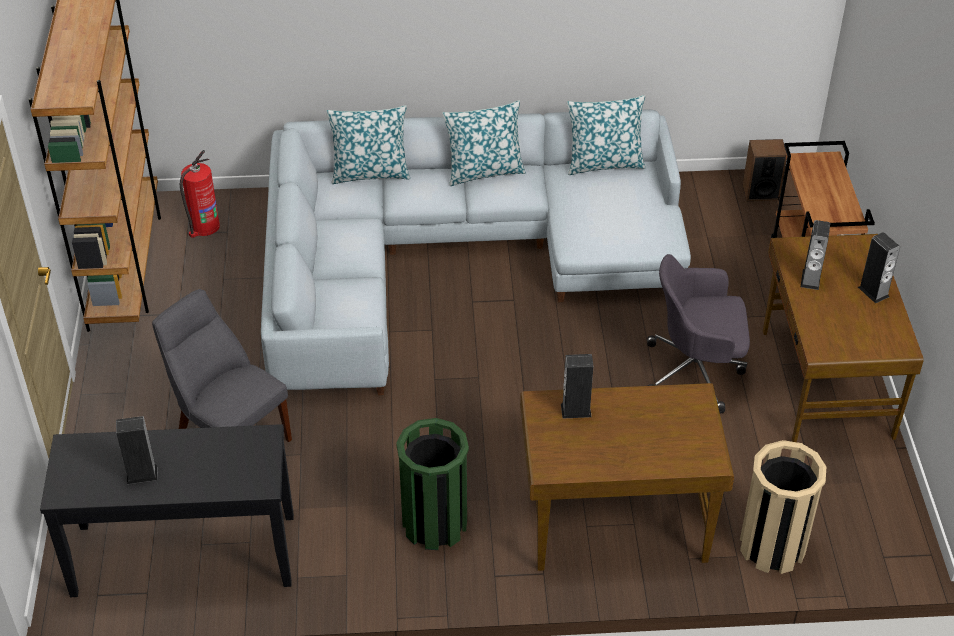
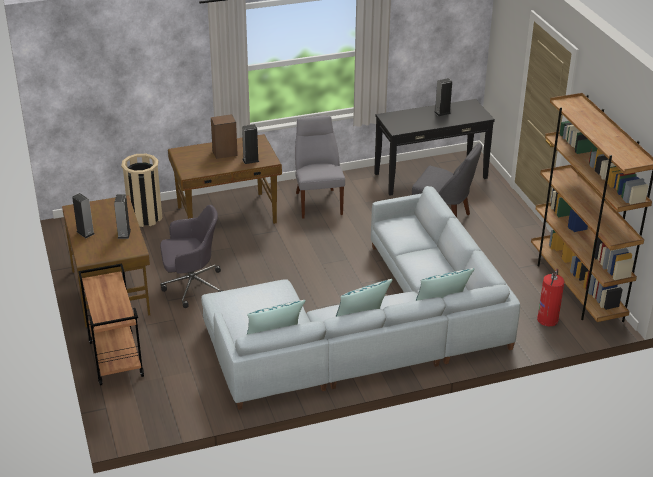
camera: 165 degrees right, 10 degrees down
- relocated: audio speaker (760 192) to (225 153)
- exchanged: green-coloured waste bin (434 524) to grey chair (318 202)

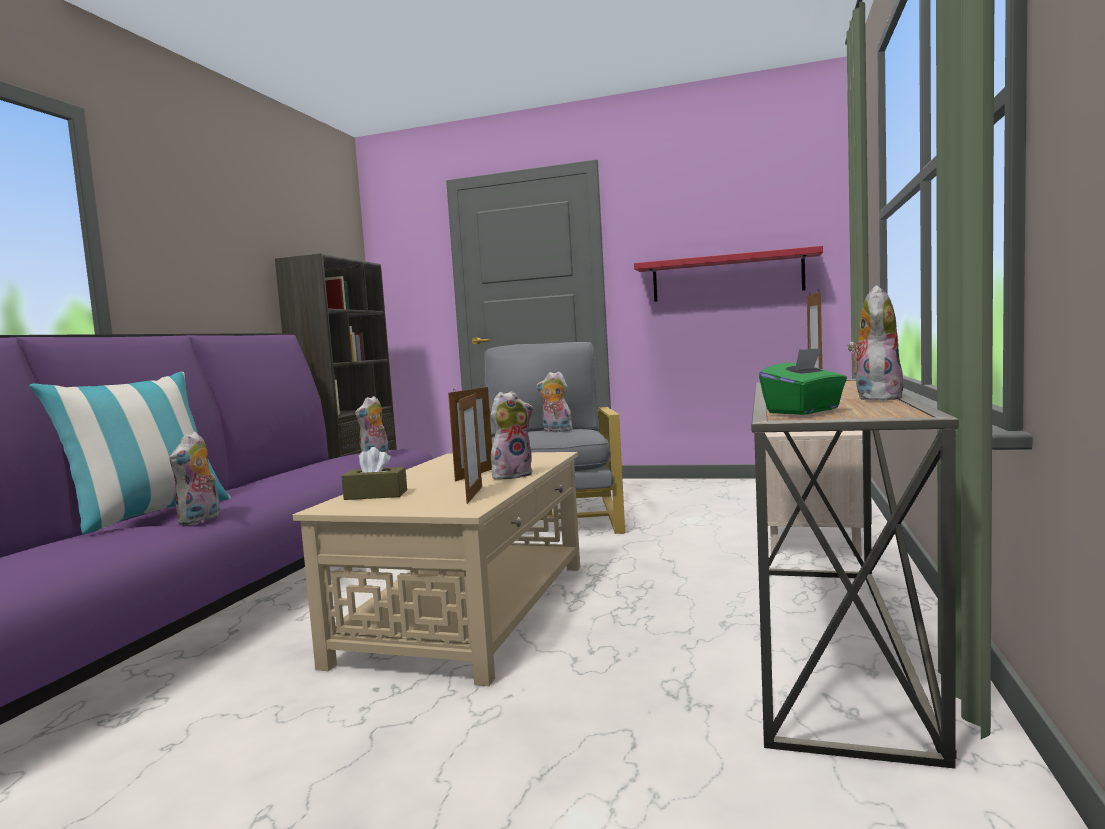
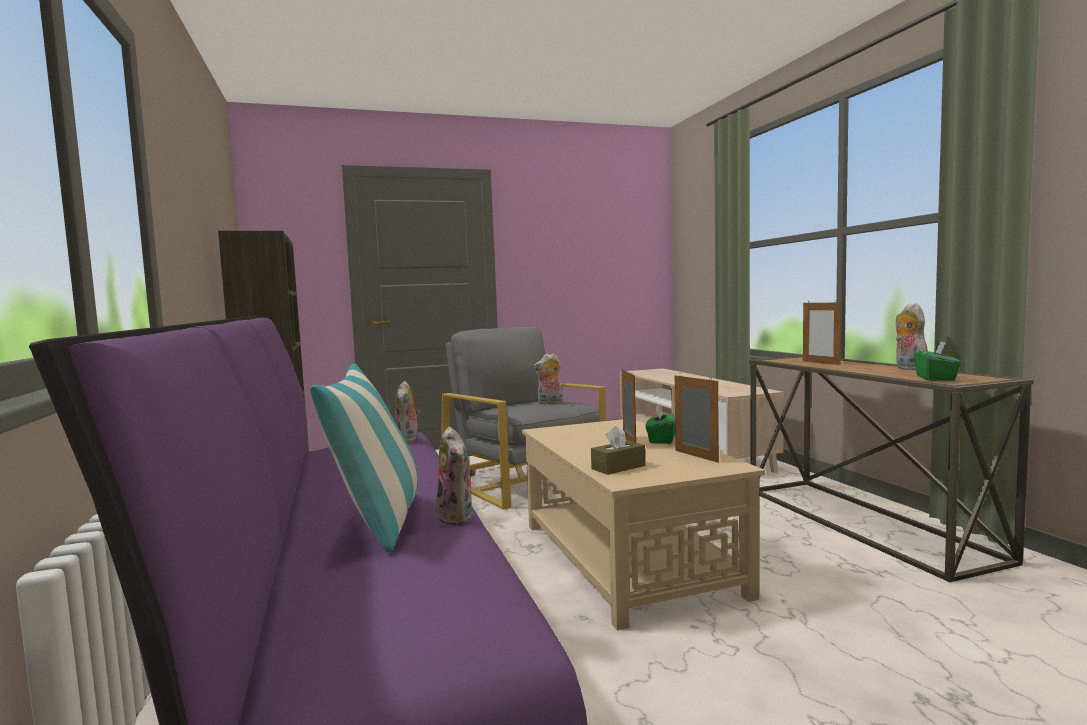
camera: 35 degrees left, 0 degrees up
- missing: reddish shelf (726 277)
- exchanged: soft toy (512 475) to green-coloured box of tissues (661 439)

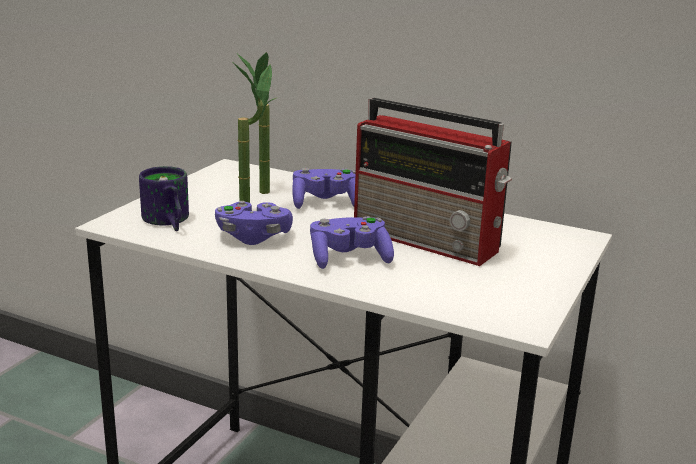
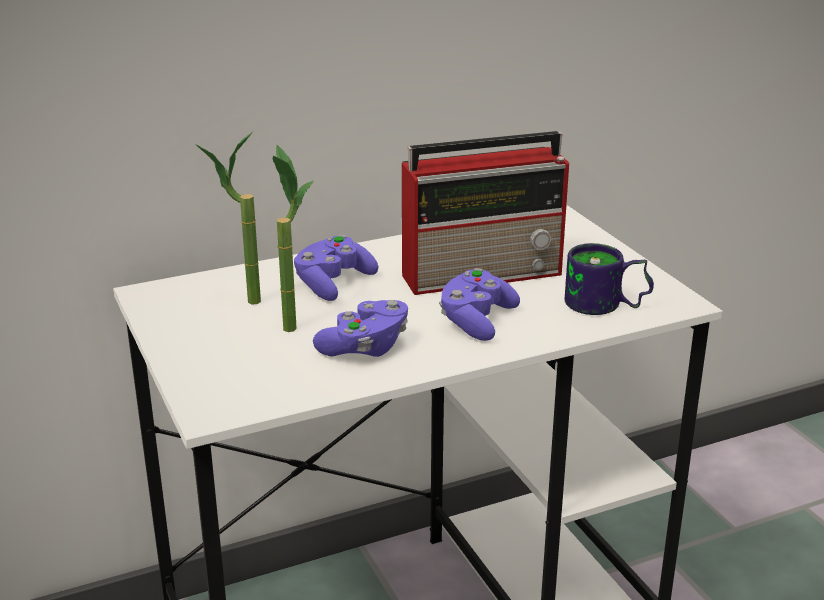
camera: 50 degrees left, 5 degrees up
- relocated: tea mug (166 222) to (606 306)

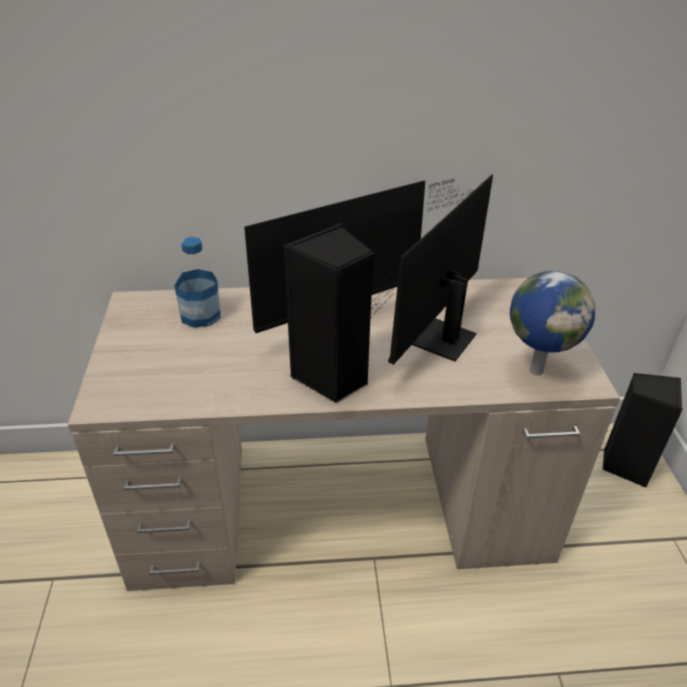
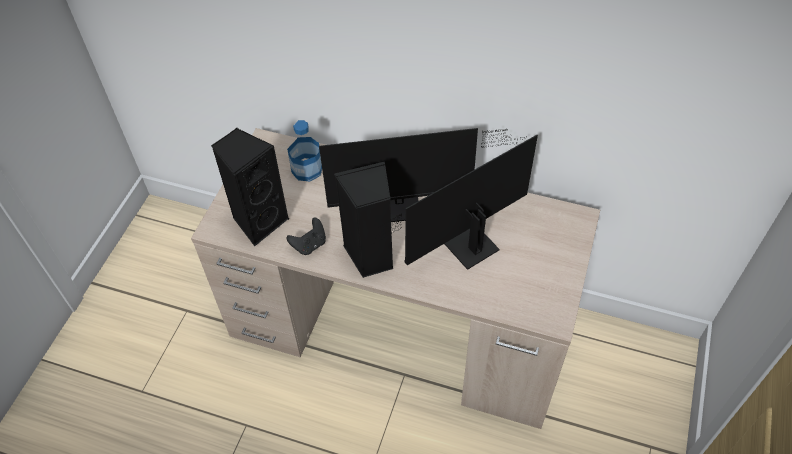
camera: 25 degrees right, 15 degrees up
- missing: world globe (535 370)
- appeared: black-coloured game controller (309 245)
- relocated: black-coloured audio speaker (625 465) to (259 221)

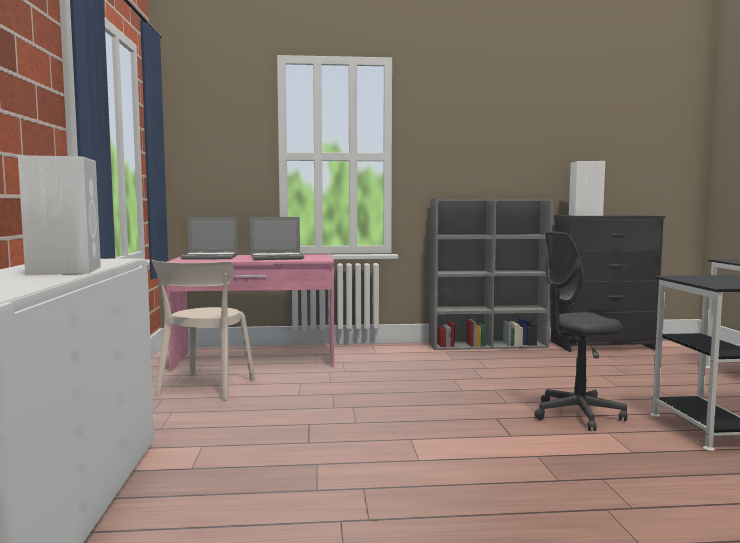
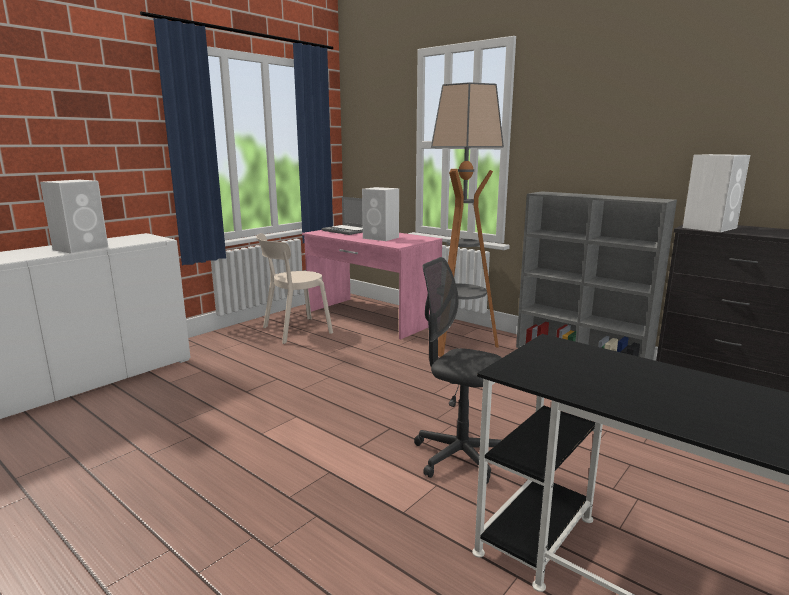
camera: 45 degrees right, 10 degrees up
- appeared: floor lamp (459 344)
- exchanged: laptop (277 258) to white audio speaker (381 238)

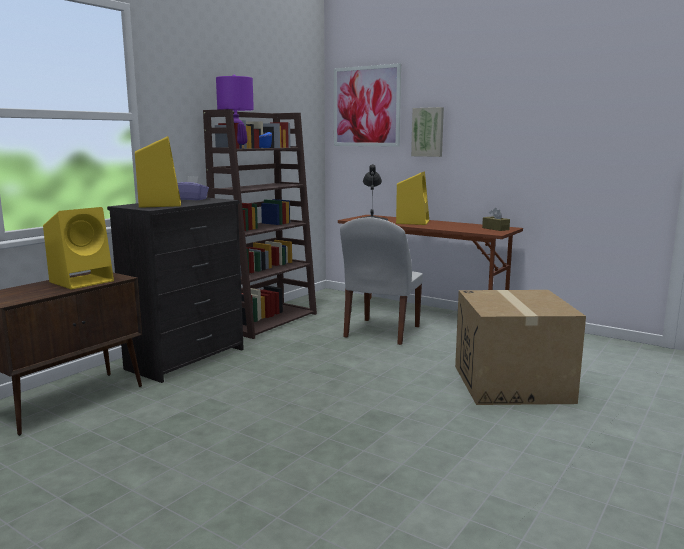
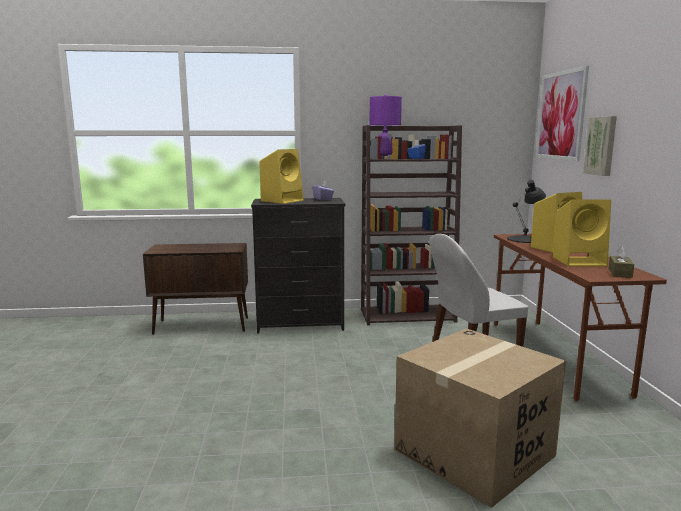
camera: 50 degrees right, 0 degrees up
- relocated: yellow audio speaker (83 281) to (580 261)

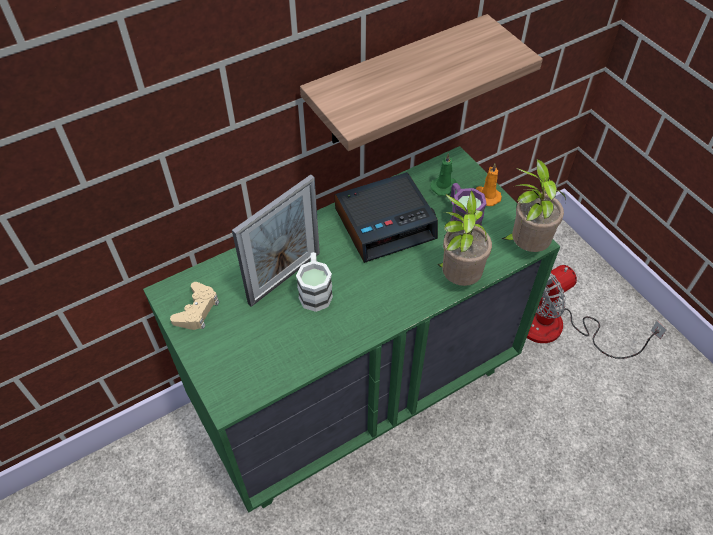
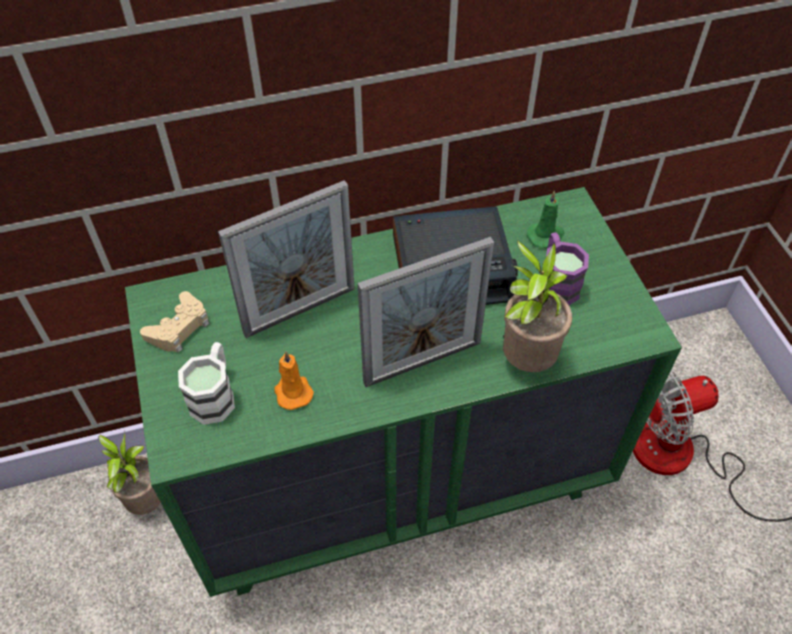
camera: 15 degrees right, 0 degrees up
- missing: shelf (396 83)
- appeared: photo frame (422 362)
- relocated: white tea mug (315 291) to (215 394)
- relocated: orange candle (486 196) to (292 391)
- relocated: potted plant (525 246) to (145 501)

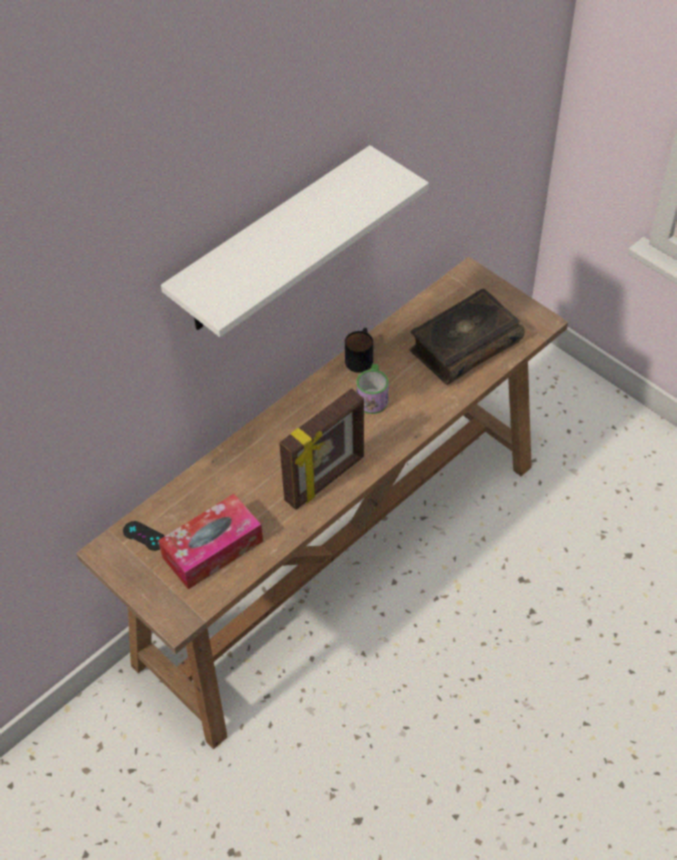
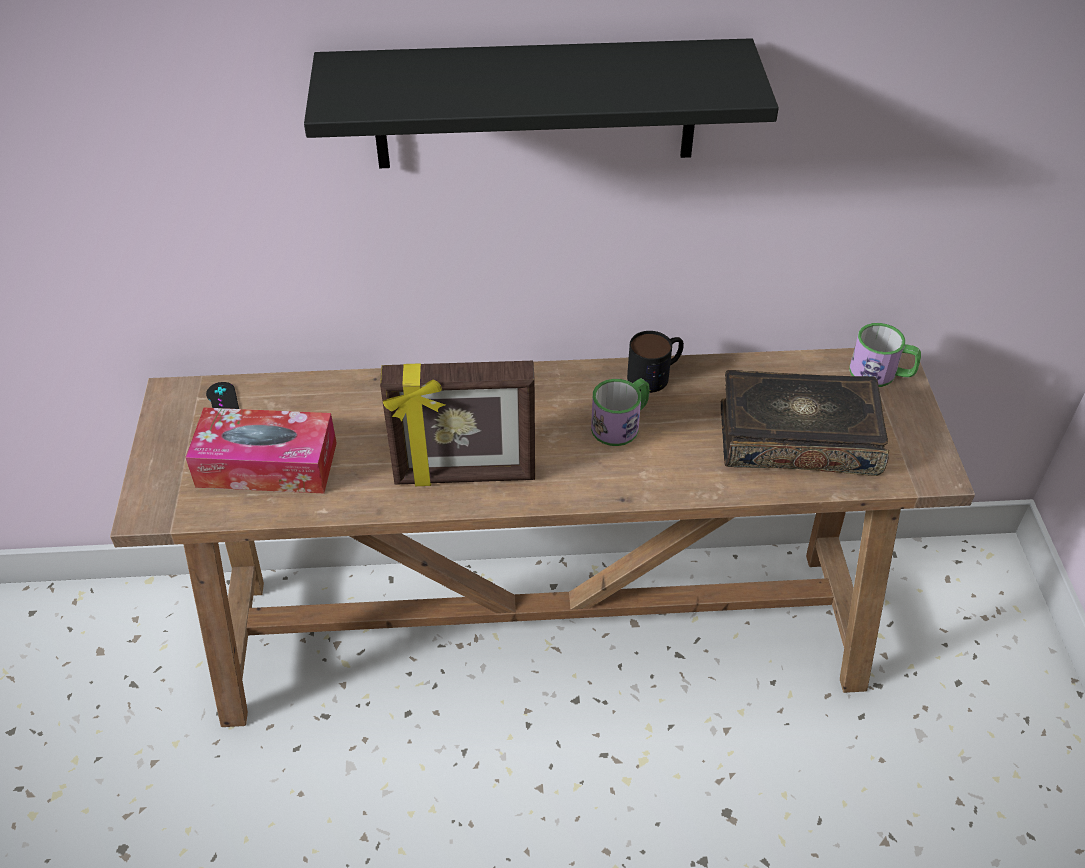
camera: 40 degrees right, 5 degrees down
- appeared: tea mug (881 373)
- colour: white shelf (272 243) to black-coloured shelf (535 104)

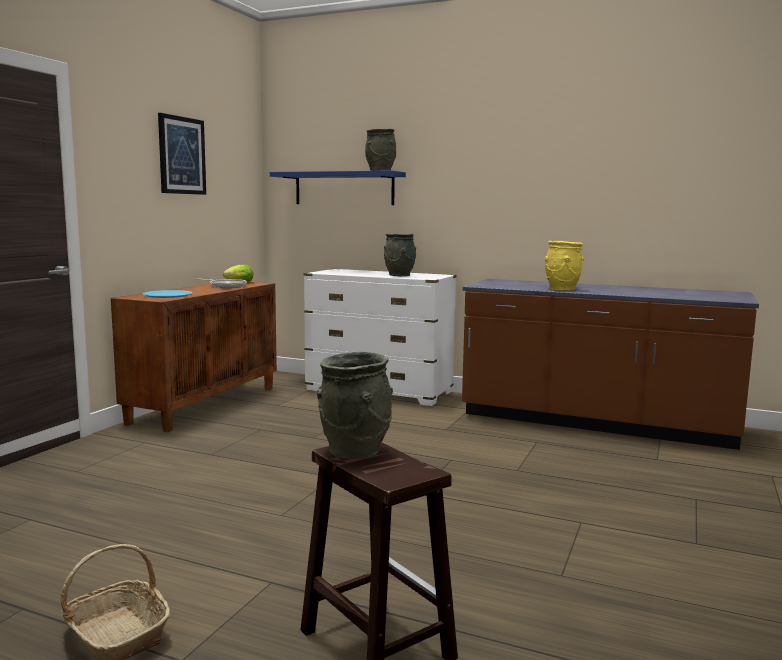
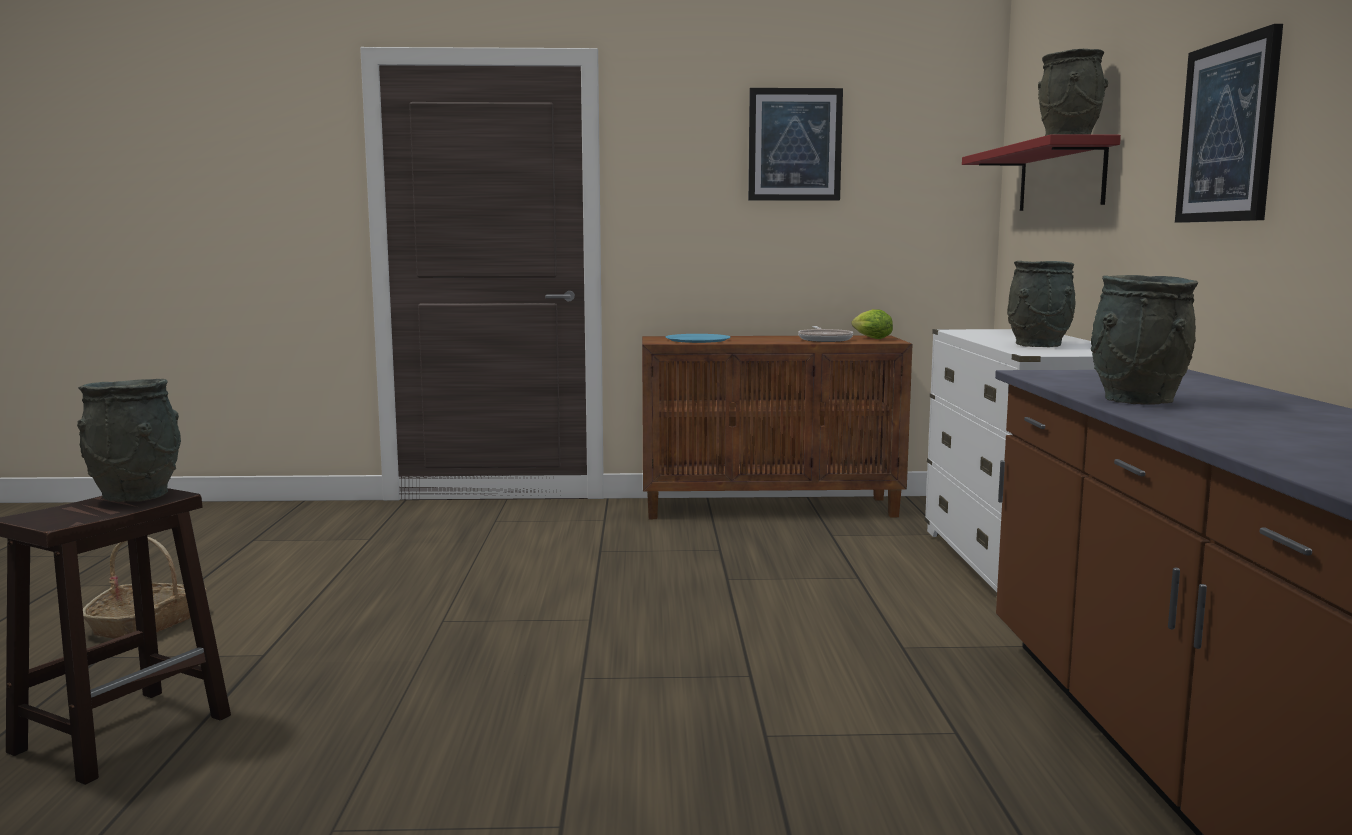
camera: 65 degrees right, 0 degrees up
- appeared: picture (1228 131)
- colour: bluish shelf (344 188) to reddish shelf (1061 177)
- colour: yellow vase (562 289) to grey vase (1136 400)

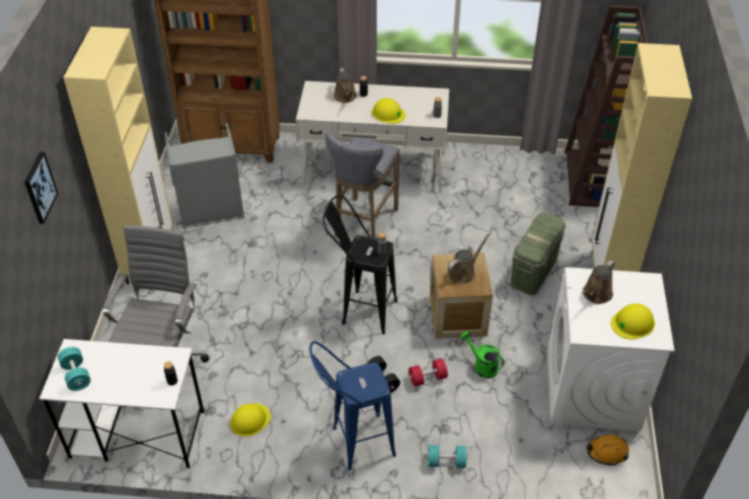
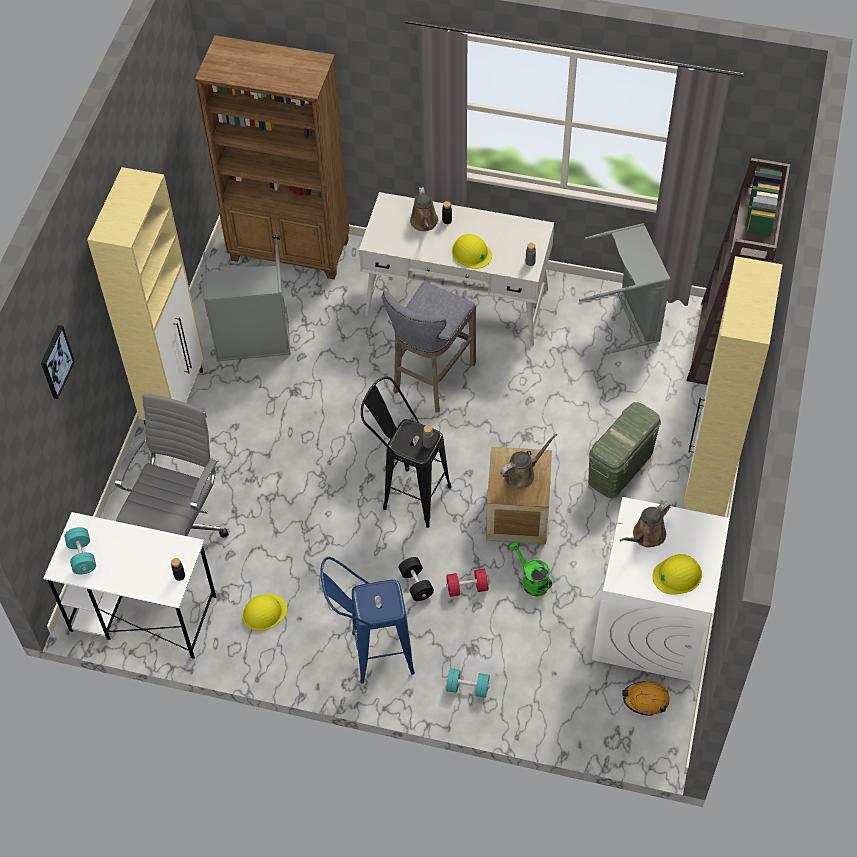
camera: 10 degrees right, 10 degrees up
- appeared: grey washing basket (628 319)

